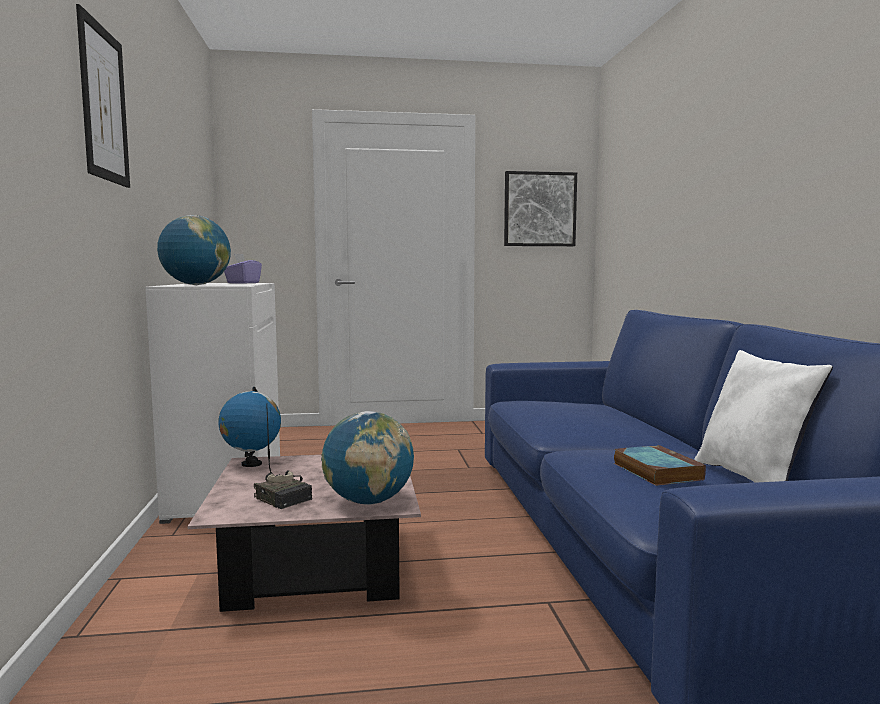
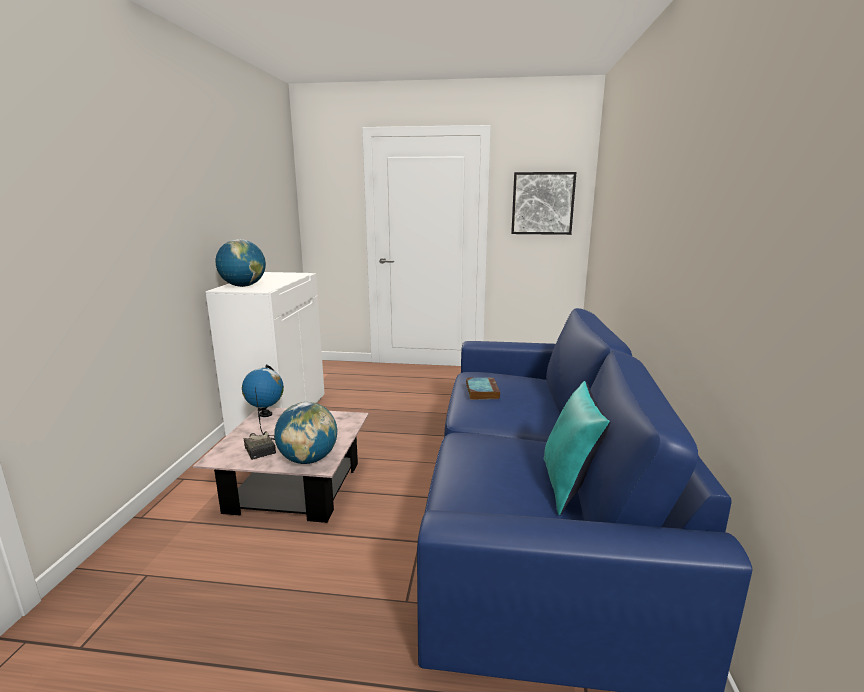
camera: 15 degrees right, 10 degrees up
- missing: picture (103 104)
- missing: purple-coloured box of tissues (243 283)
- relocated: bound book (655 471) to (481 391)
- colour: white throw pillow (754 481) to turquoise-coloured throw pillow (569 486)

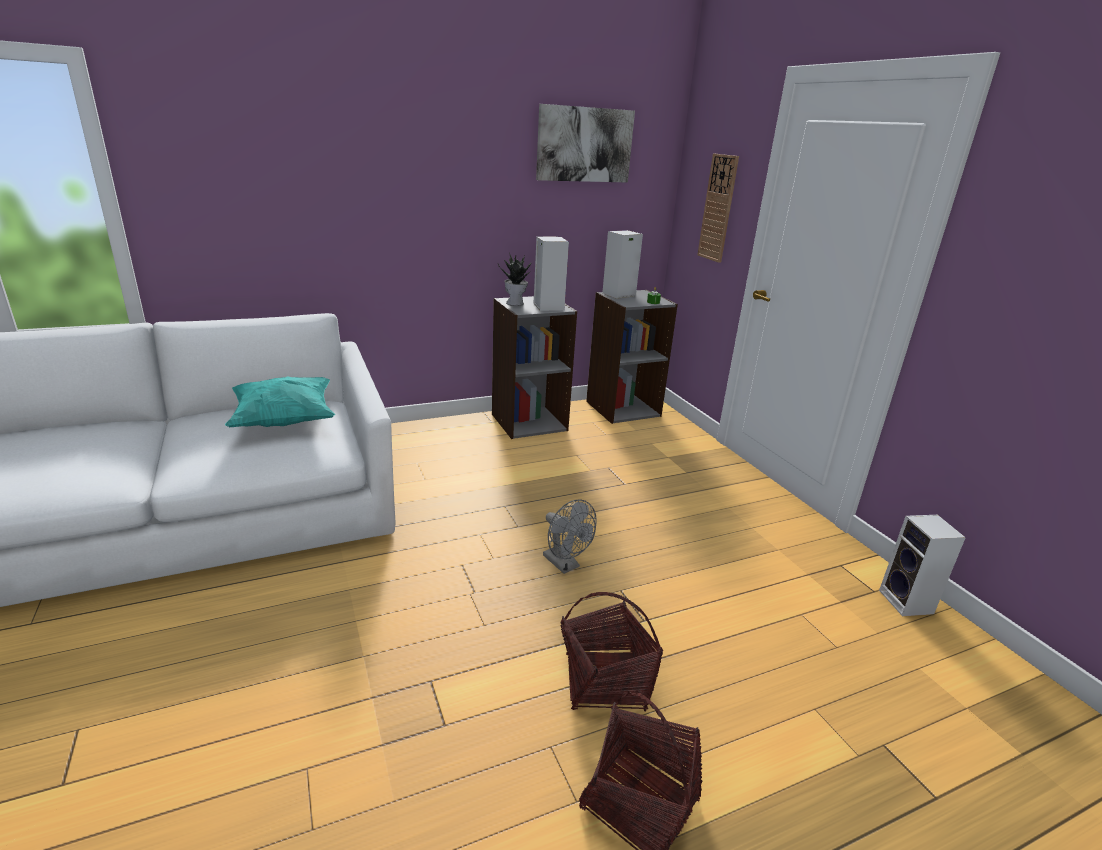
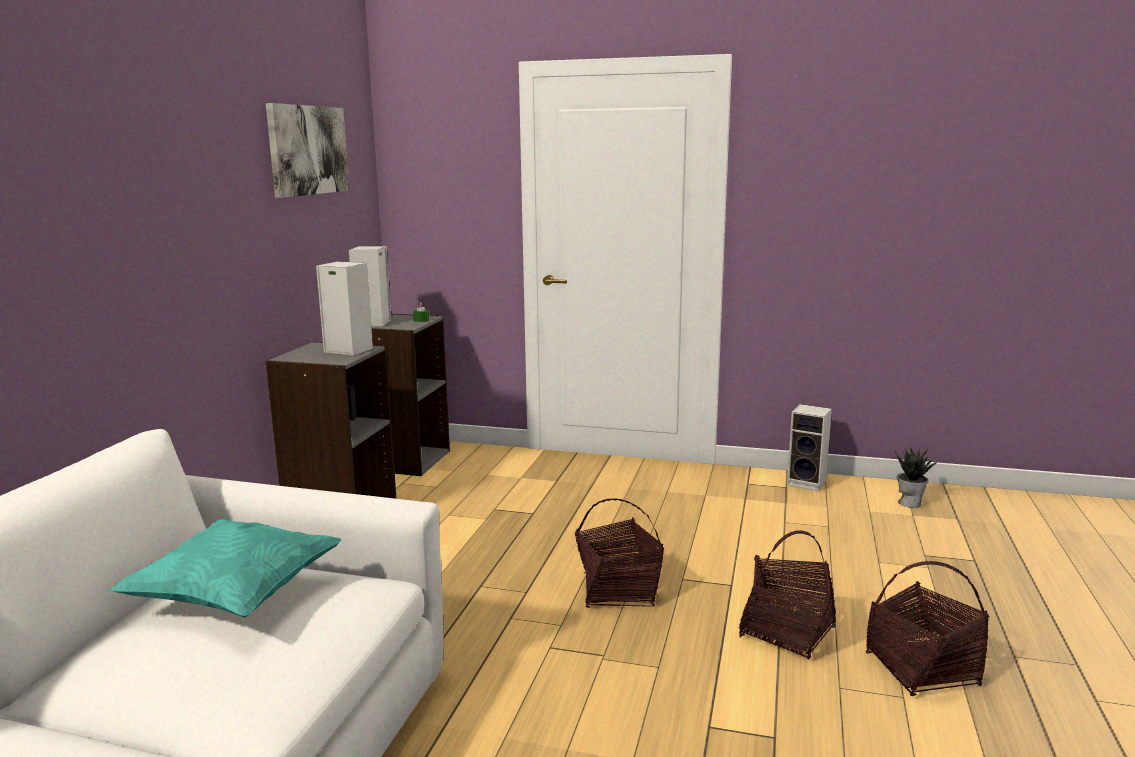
camera: 50 degrees left, 10 degrees down
- missing: wall clock (718 208)
- relocated: potted plant (515 303) to (910 502)
- exchanged: grey electric fan (565 564) to basket (617 590)

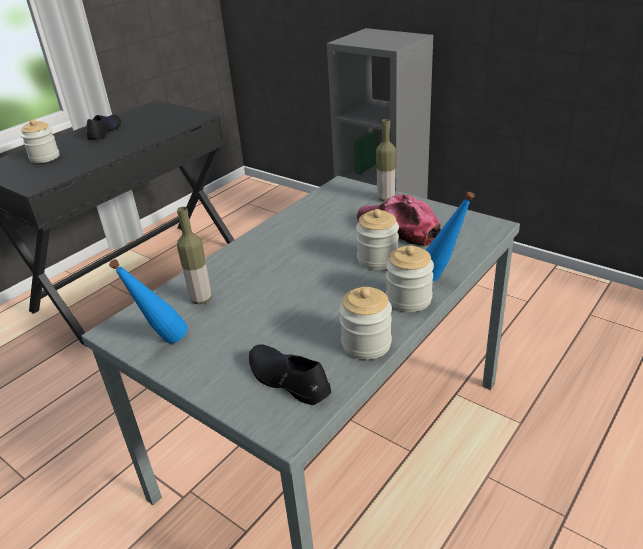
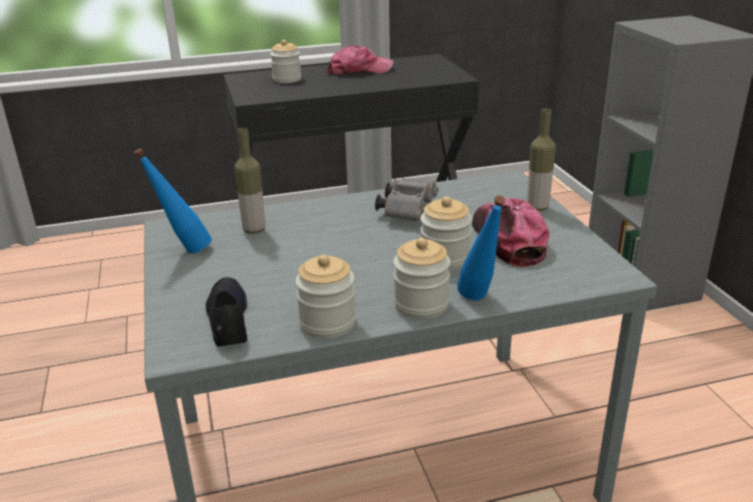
camera: 35 degrees right, 5 degrees down
- appeared: grey field glasses (408 211)
- exchanged: black-coloured shoe (105 132) to baseball cap (359 70)

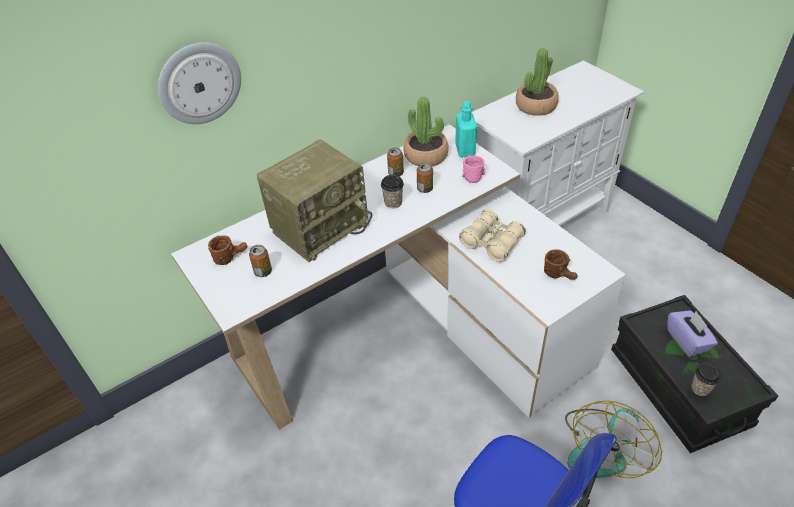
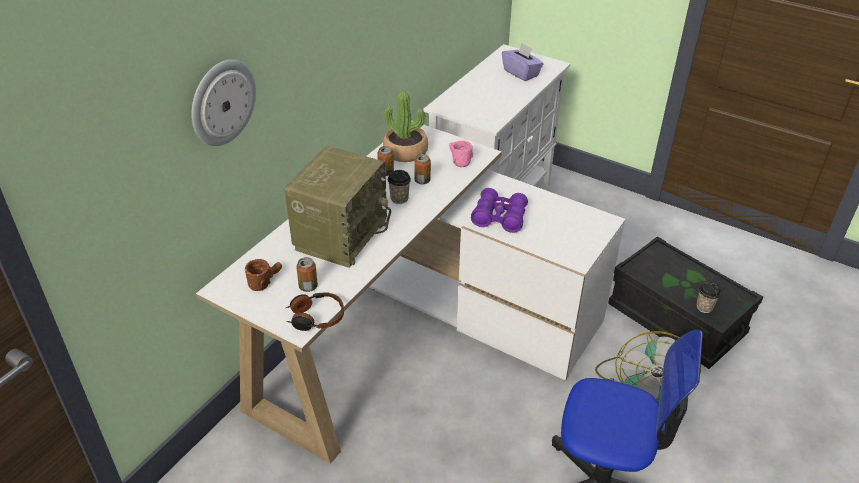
camera: 25 degrees left, 5 degrees down
- missing: turquoise-coloured beverage bottle (465 150)
- missing: potted plant (535 106)
- missing: brown tea mug (560 275)
- appeared: pair of headphones (315 317)
- relocated: purple-coloured box of tissues (687 341) to (521 73)
- colour: sand-coloured field glasses (492 242) to purple-coloured field glasses (499 218)

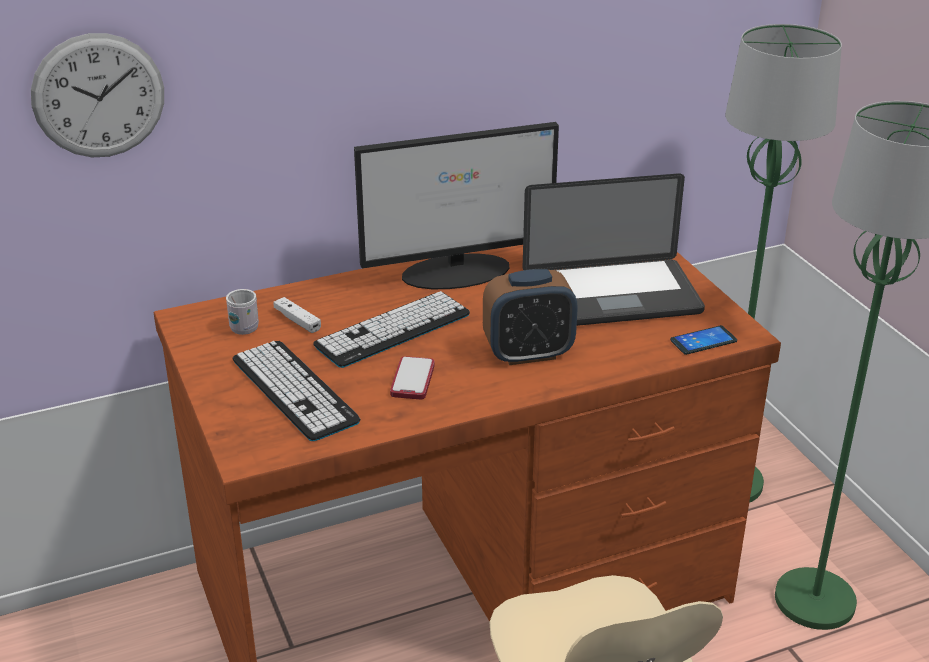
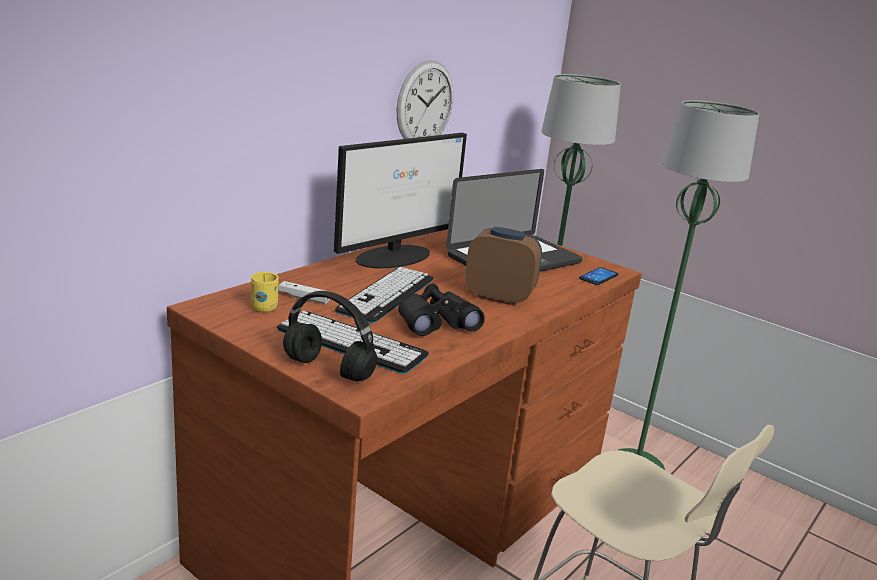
camera: 30 degrees left, 10 degrees down
- appeared: black-coloured pair of headphones (330 369)
- relocated: wall clock (98 96) to (425 104)
- exchanged: telephone (412 380) to black-coloured field glasses (436 323)
- colour: white tea mug (247 326) to yellow tea mug (264 306)
- spun: table clock (528 353) = (499 297) 120 degrees counterclockwise

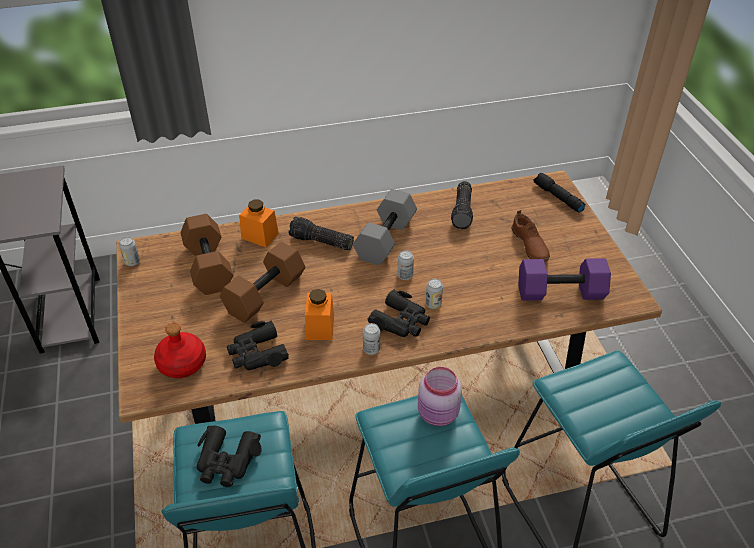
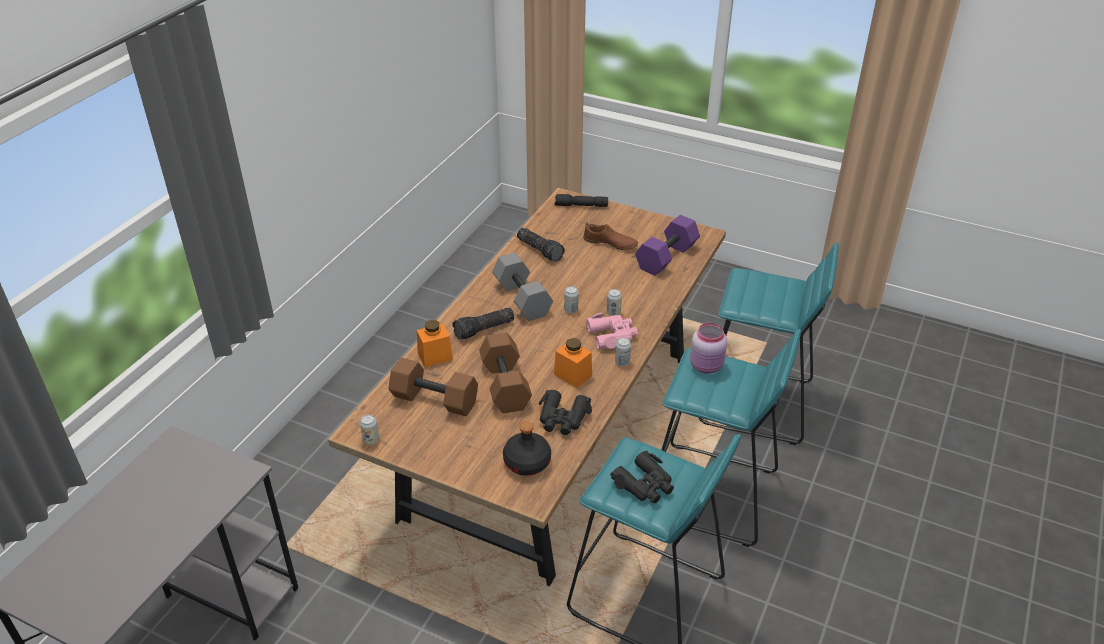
camera: 50 degrees left, 5 degrees down
- colour: reddish beverage bottle (183 363) to black-coloured beverage bottle (527 462)
- colour: black-coloured field glasses (401 321) to pinkish field glasses (612 335)

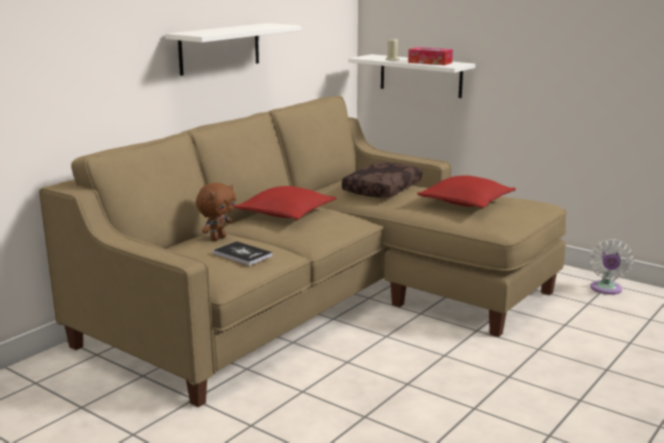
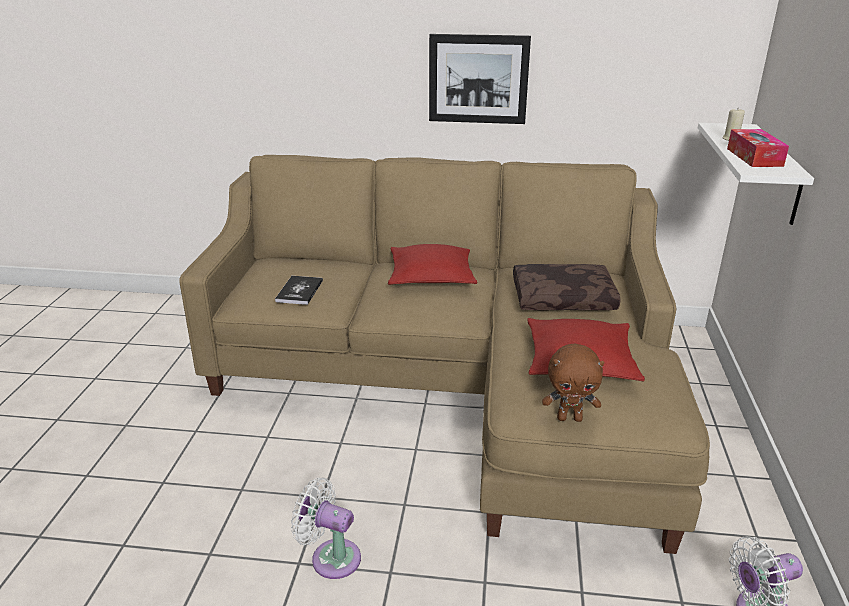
camera: 60 degrees right, 10 degrees up
- appeared: white electric fan (331 557)
- relocated: brown soft toy (217 238) to (570 418)
- exchanged: white shelf (220 48) to picture (478 79)

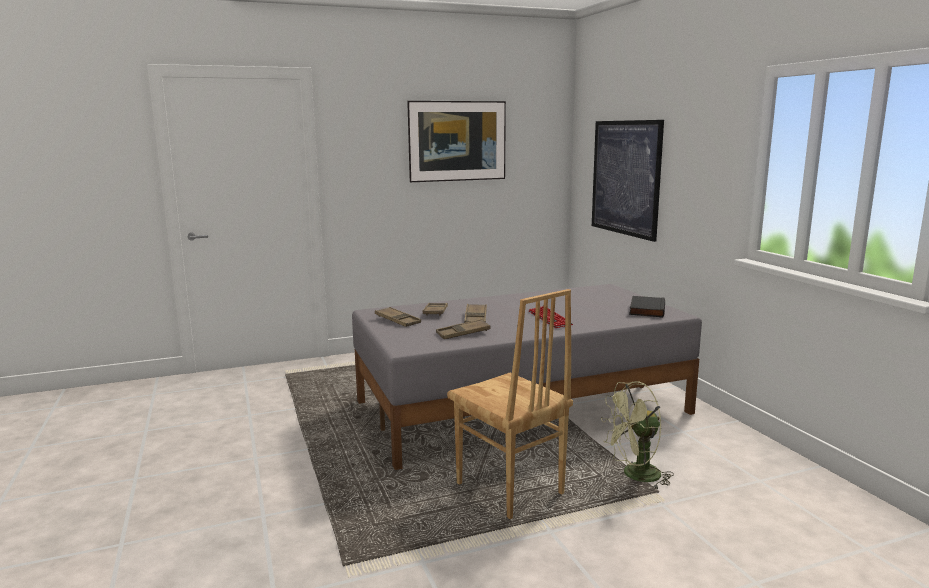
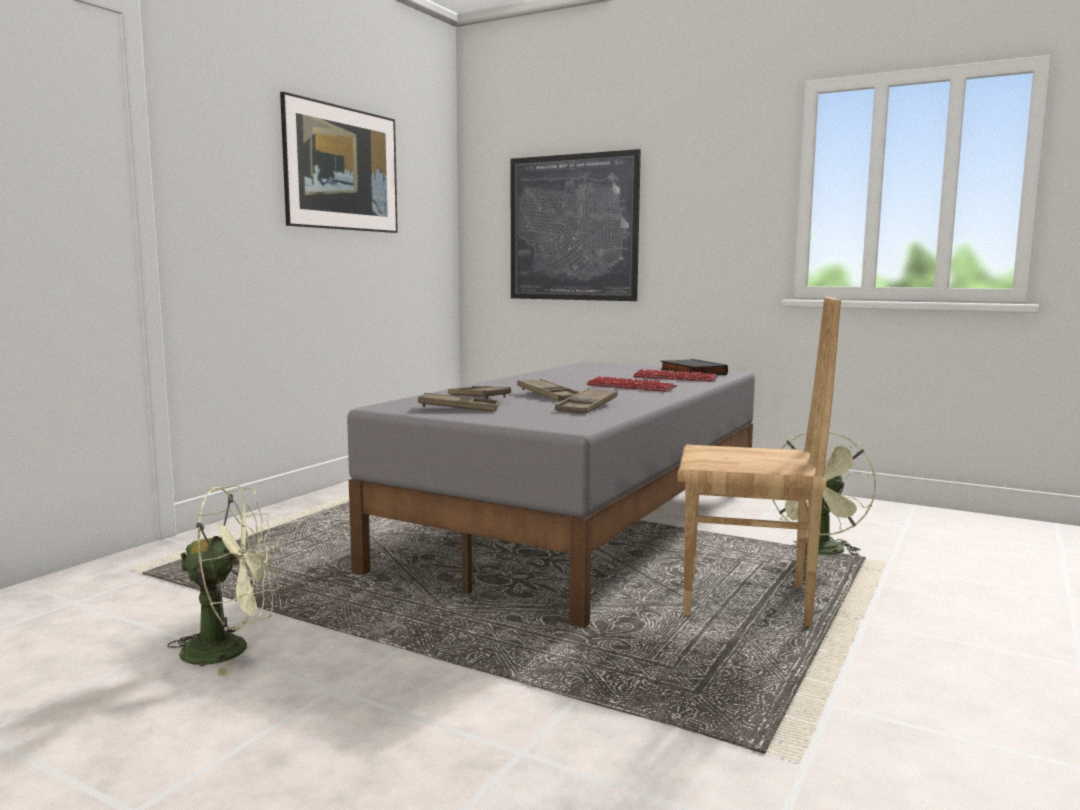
camera: 40 degrees left, 5 degrees down
- appeared: green-coloured electric fan (231 650)
- appeared: computer keyboard (675 378)

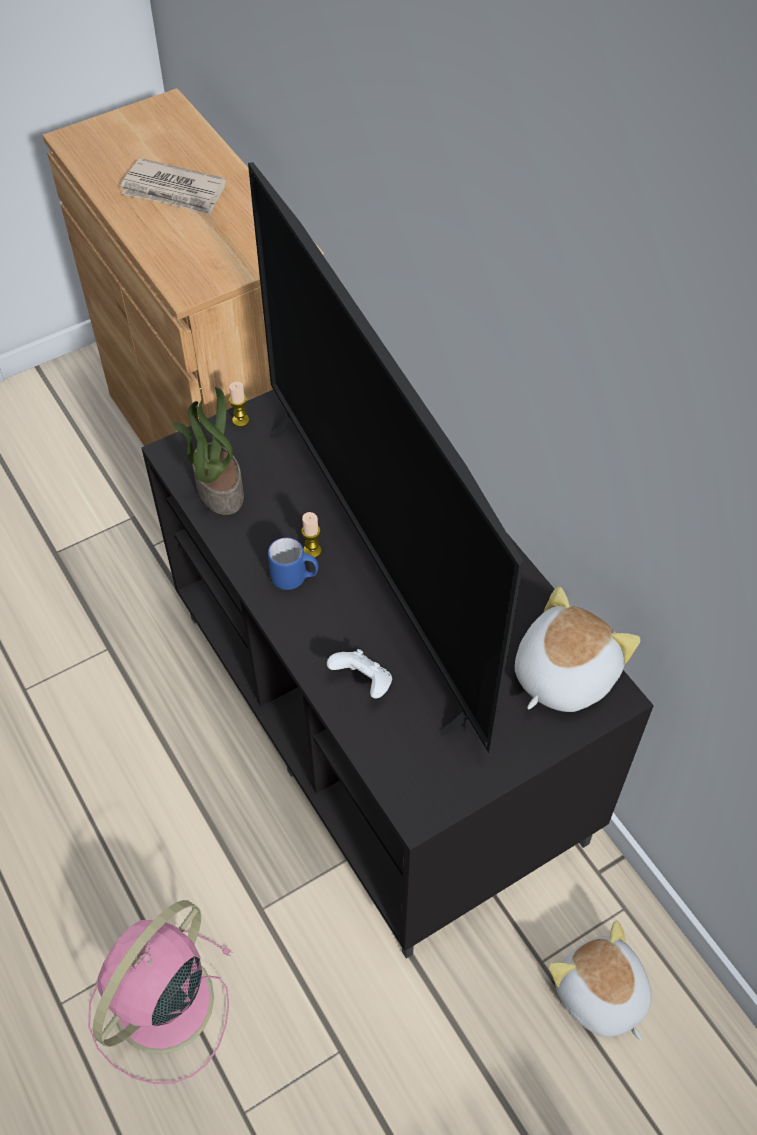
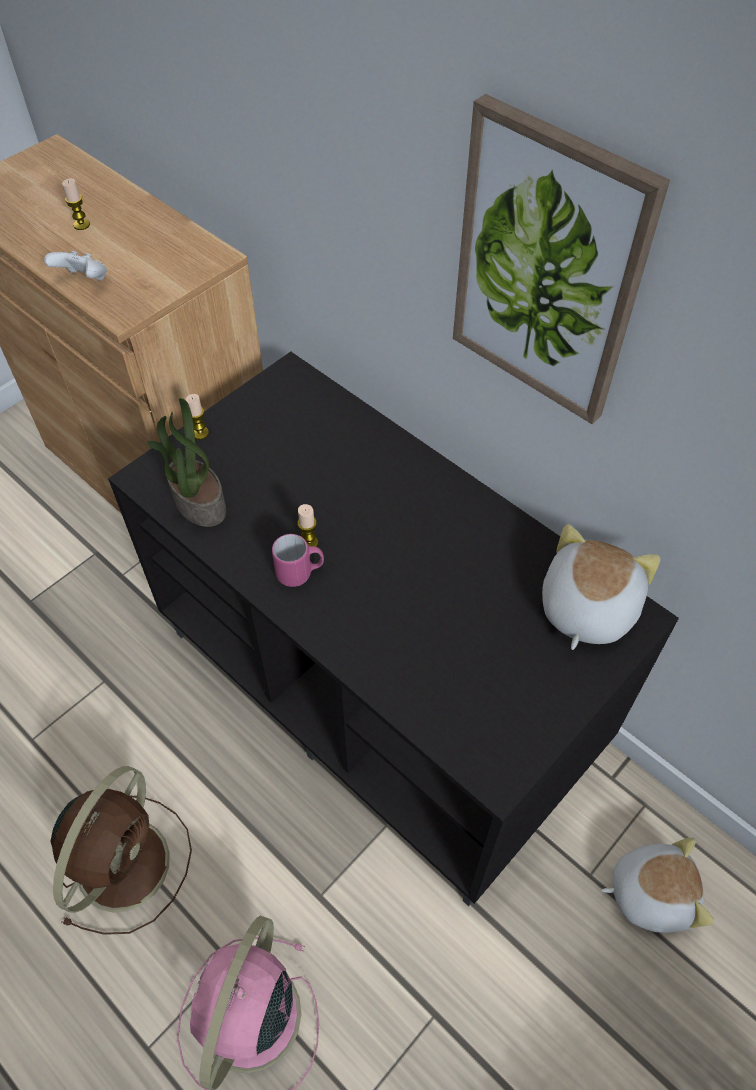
camera: 15 degrees left, 0 degrees up
- missing: television (375 563)
- appeared: brown electric fan (126 860)
- appeared: picture (548 268)
- relocated: white game controller (363 682) to (84 280)
- exchanged: daily paper (174 191) to candle (81 225)
- colour: bluish tea mug (295 578) to pinkish tea mug (300 573)
- spun: soft toy (600 995) = (650 892) 135 degrees clockwise

